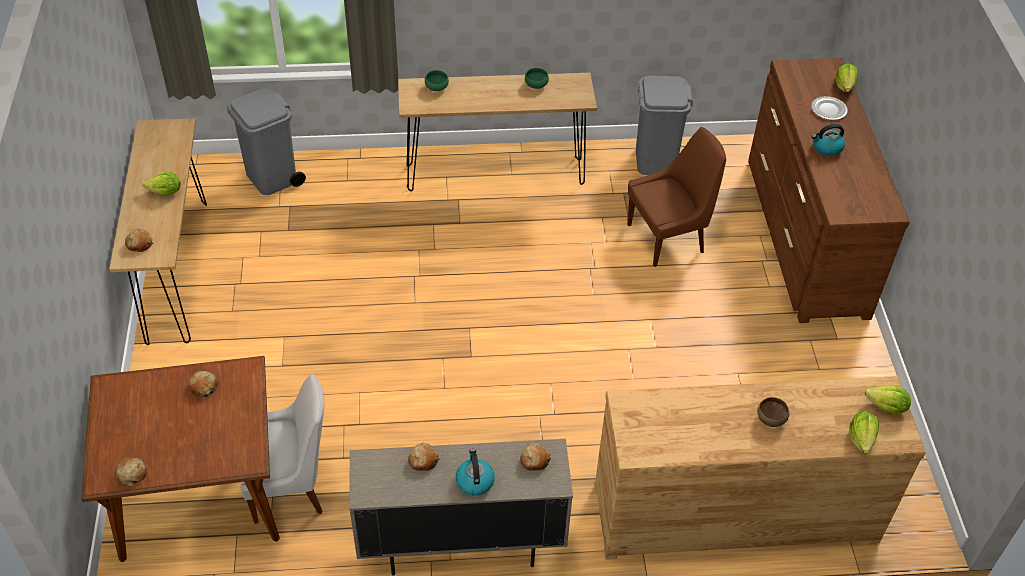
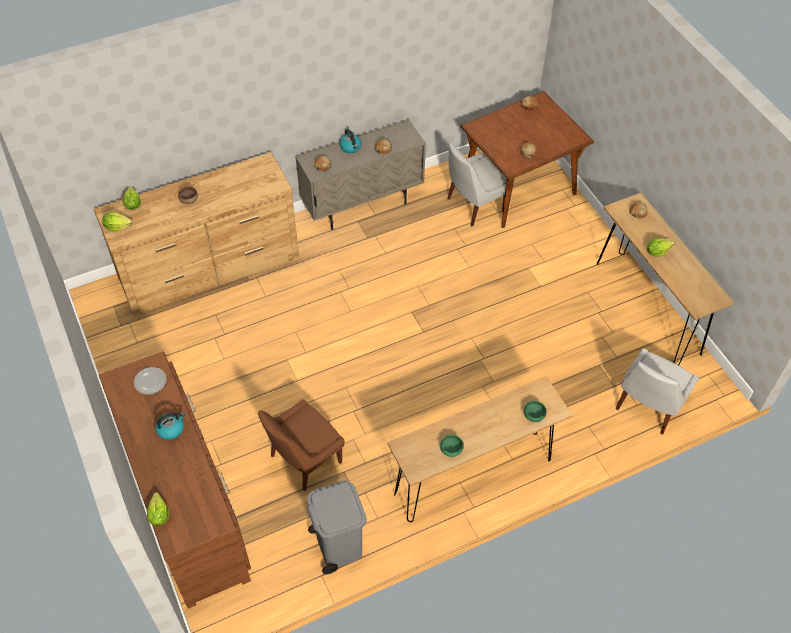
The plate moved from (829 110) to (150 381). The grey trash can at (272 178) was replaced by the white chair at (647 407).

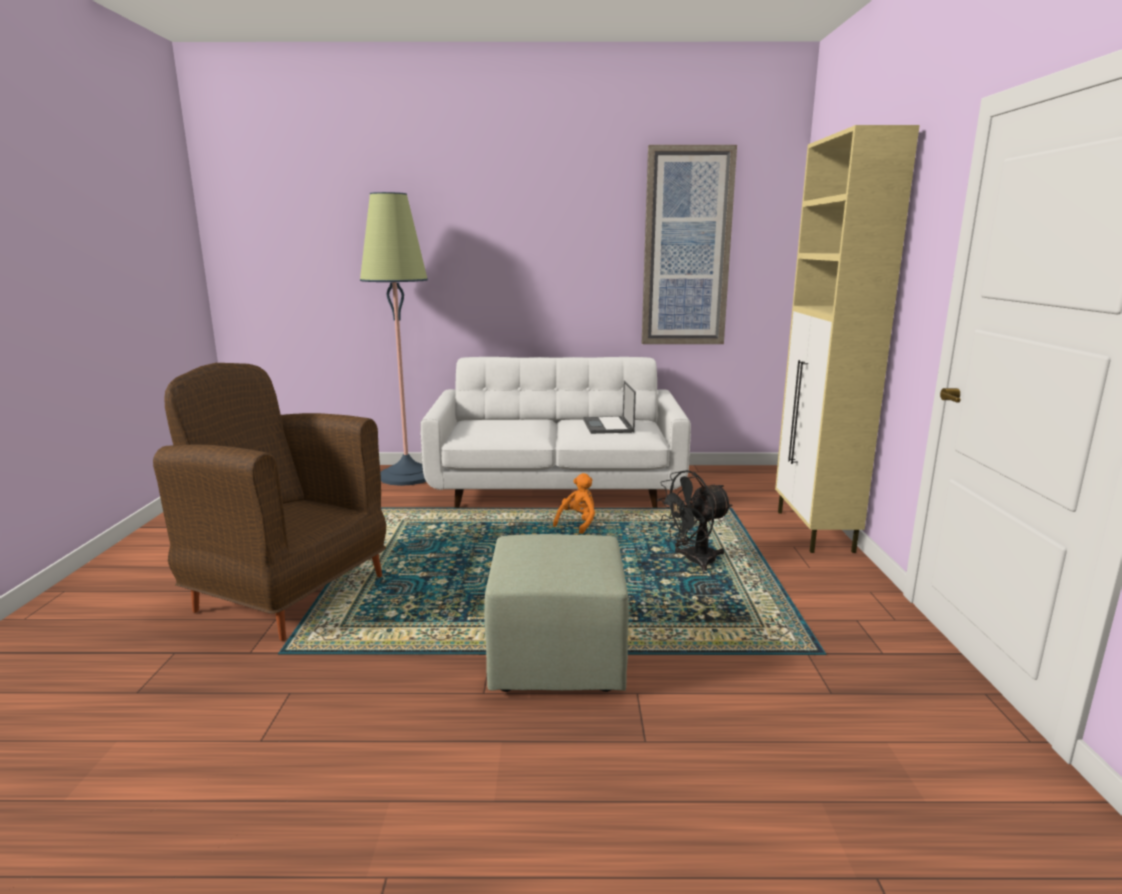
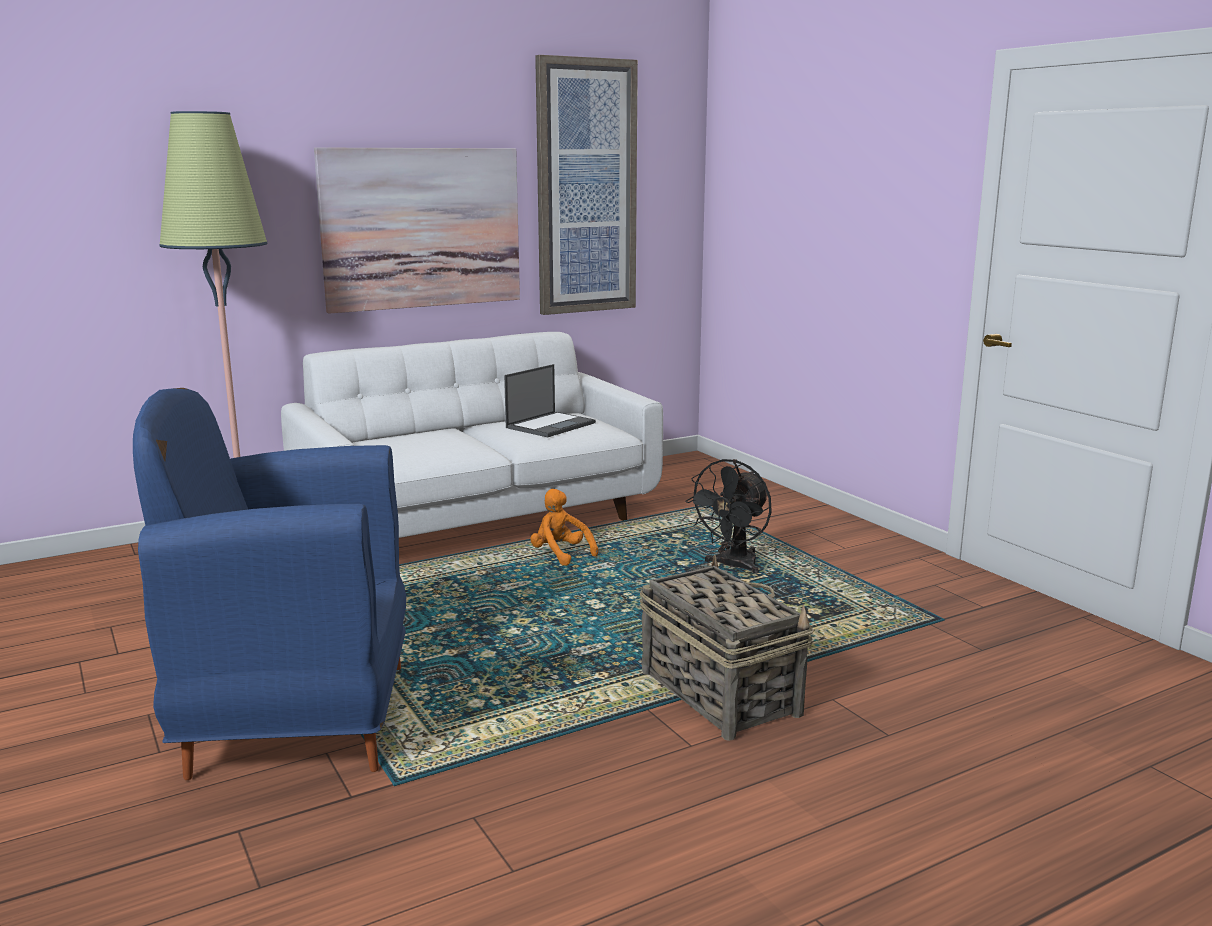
The brown armchair at (289 593) became the blue armchair at (296 719). The picture at (422 228) appeared. The laptop at (608 426) turned 105 degrees counterclockwise. The orange plush toy at (578 523) turned 45 degrees counterclockwise. The green ottoman at (556 657) was replaced by the basket at (718 692). The beige cabinet at (814 531) disappeared.

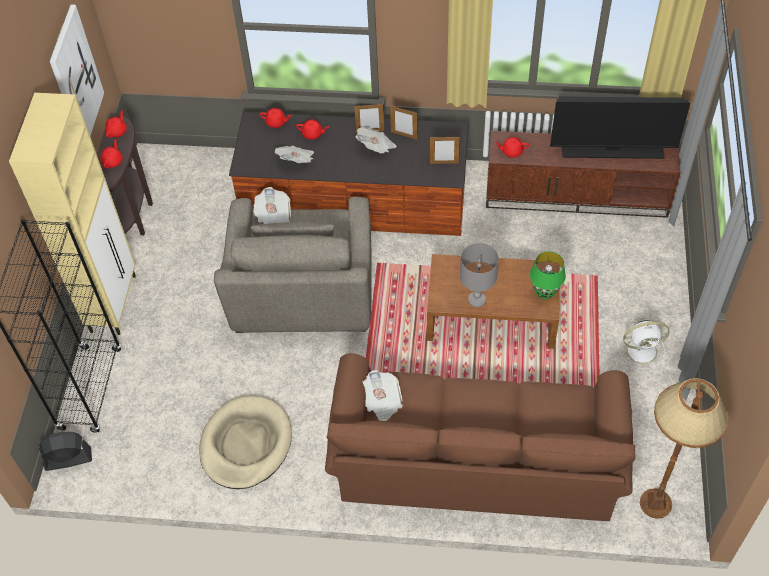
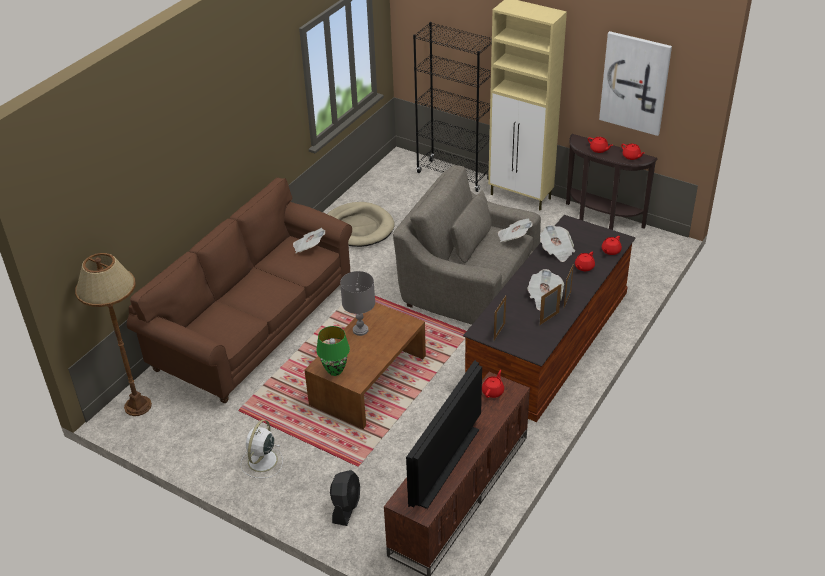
The black fan moved from (68 459) to (346 507).

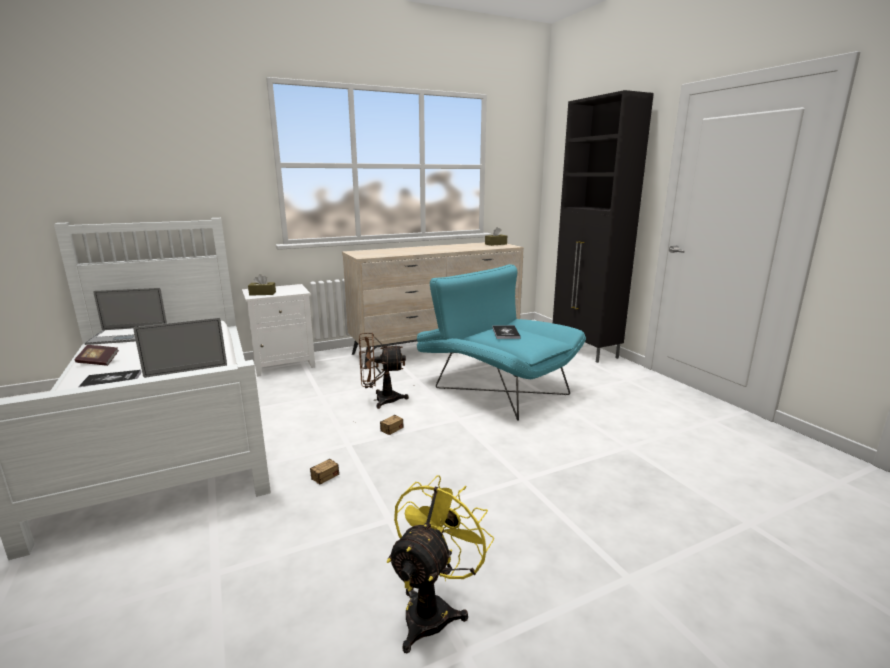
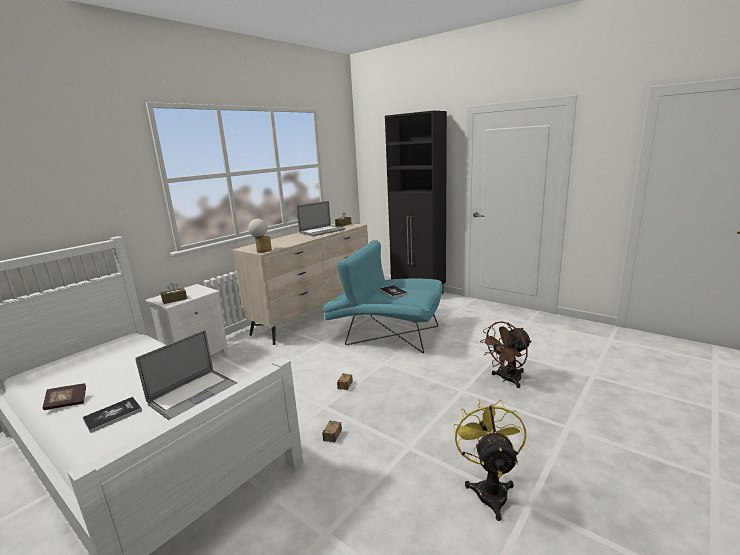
The table lamp at (262 250) appeared. The laptop moved from (128 336) to (322 231). The brown fan moved from (380 400) to (507 379).

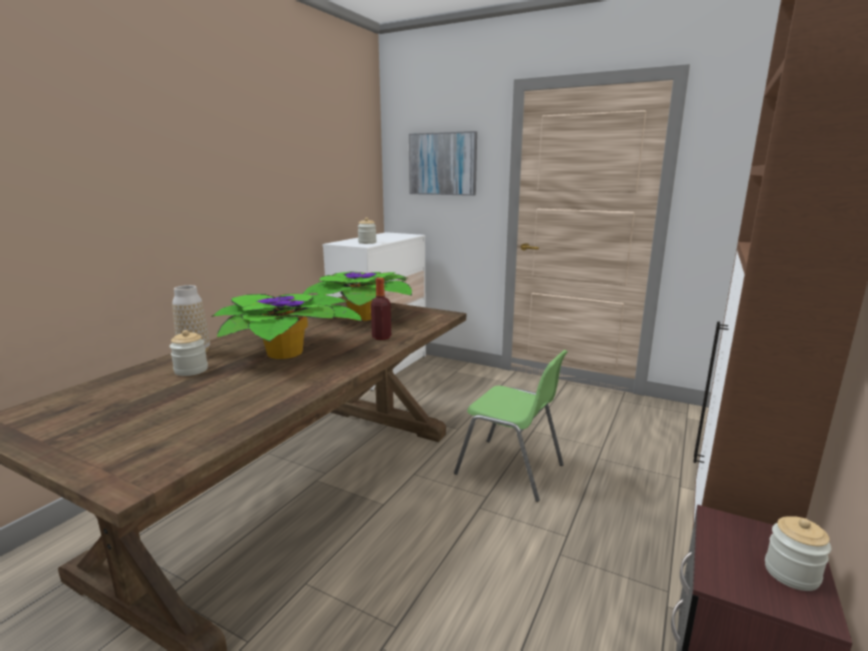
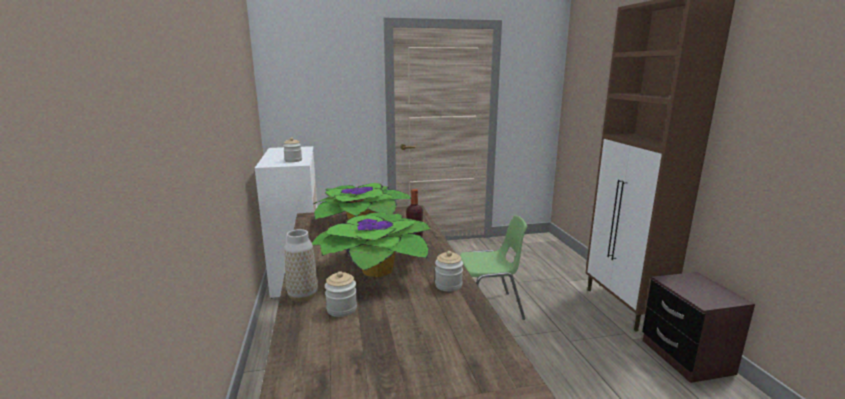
The jar moved from (791 573) to (448 285). The picture at (442 164) disappeared.

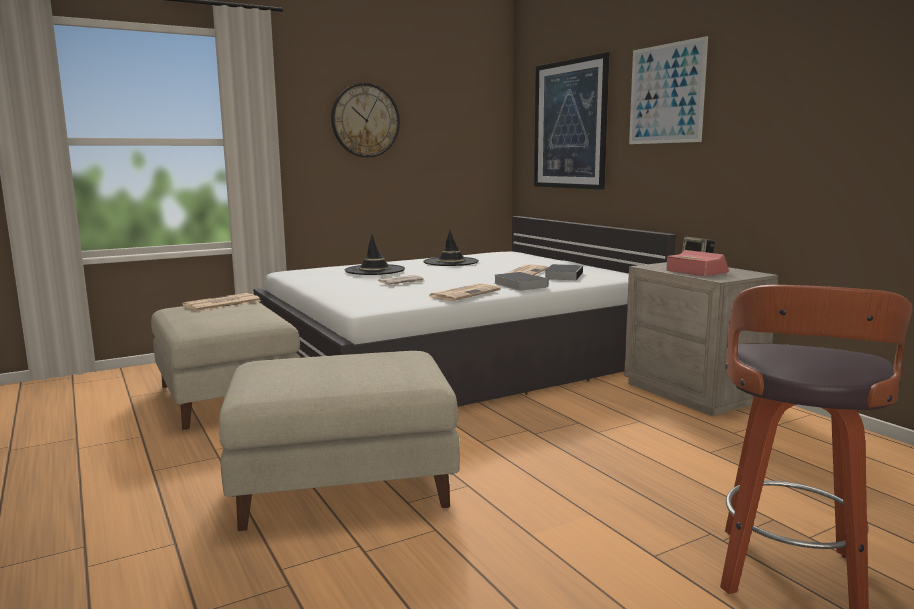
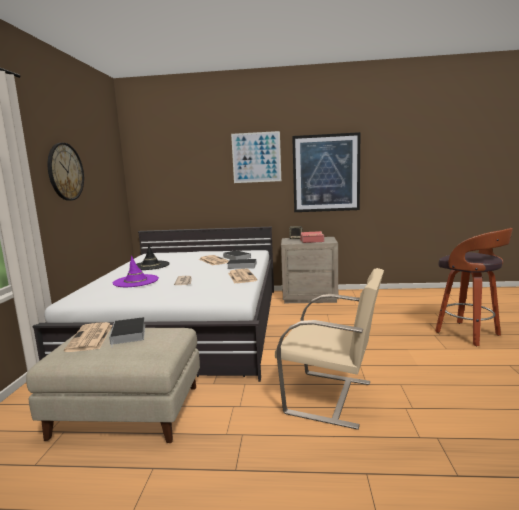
The book at (129 334) appeared. The black hat at (375 270) became the purple hat at (136 281). The beige ottoman at (341 485) was replaced by the beige chair at (331 398). The picture moved from (570 125) to (326 173).

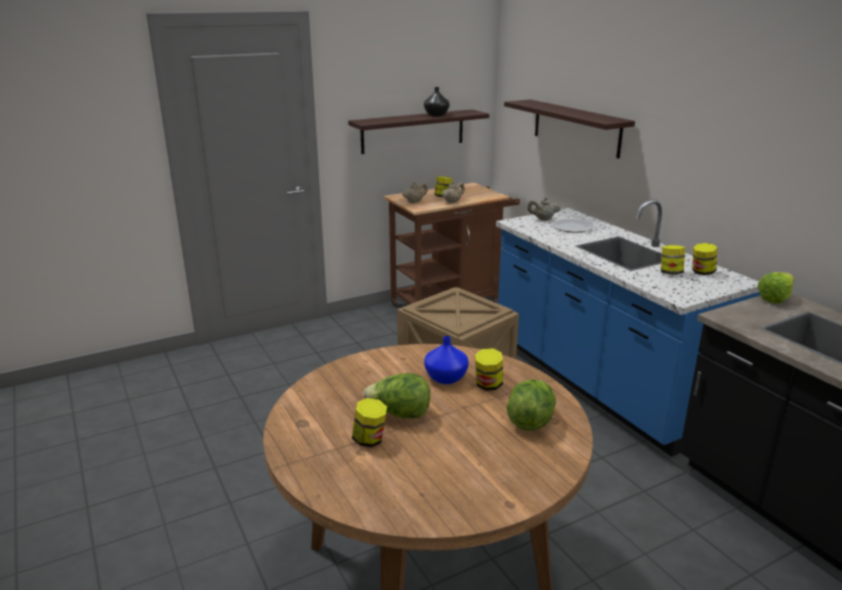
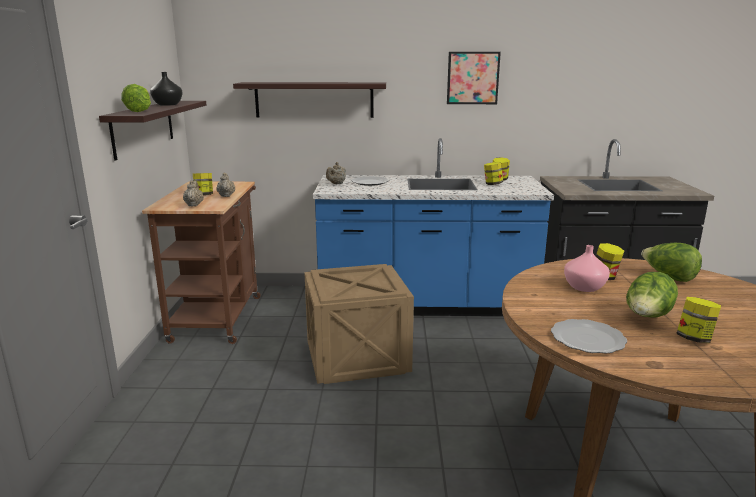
The lettuce moved from (778 298) to (141 110). The picture at (473 78) appeared. The plate at (587 338) appeared. The blue vase at (445 378) became the pink vase at (584 288).

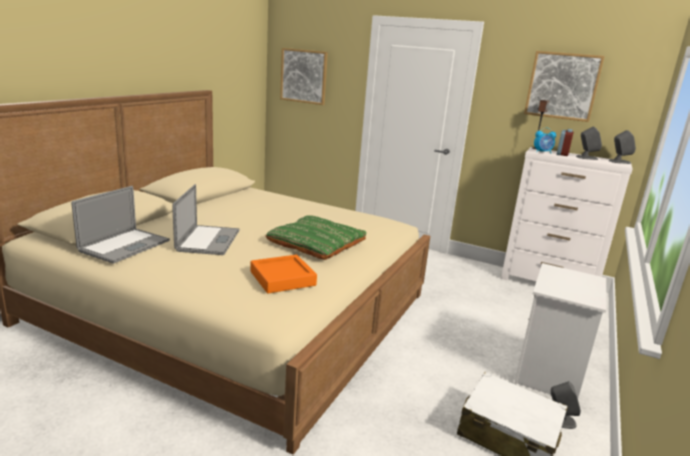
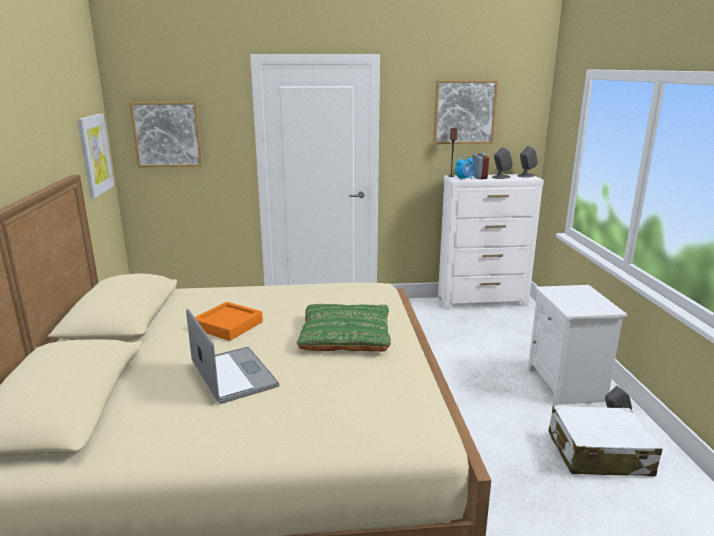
The picture at (95 154) appeared. The orange tray moved from (282 278) to (228 325). The laptop at (125 246) disappeared.

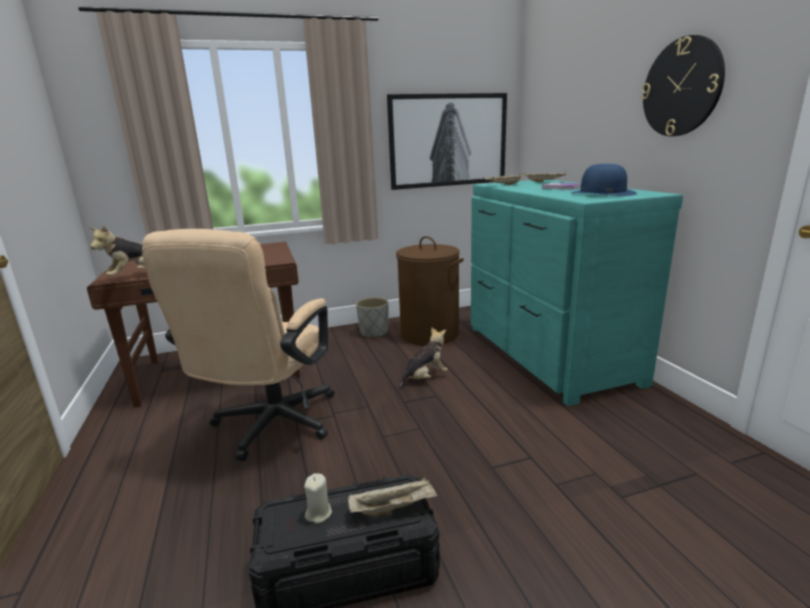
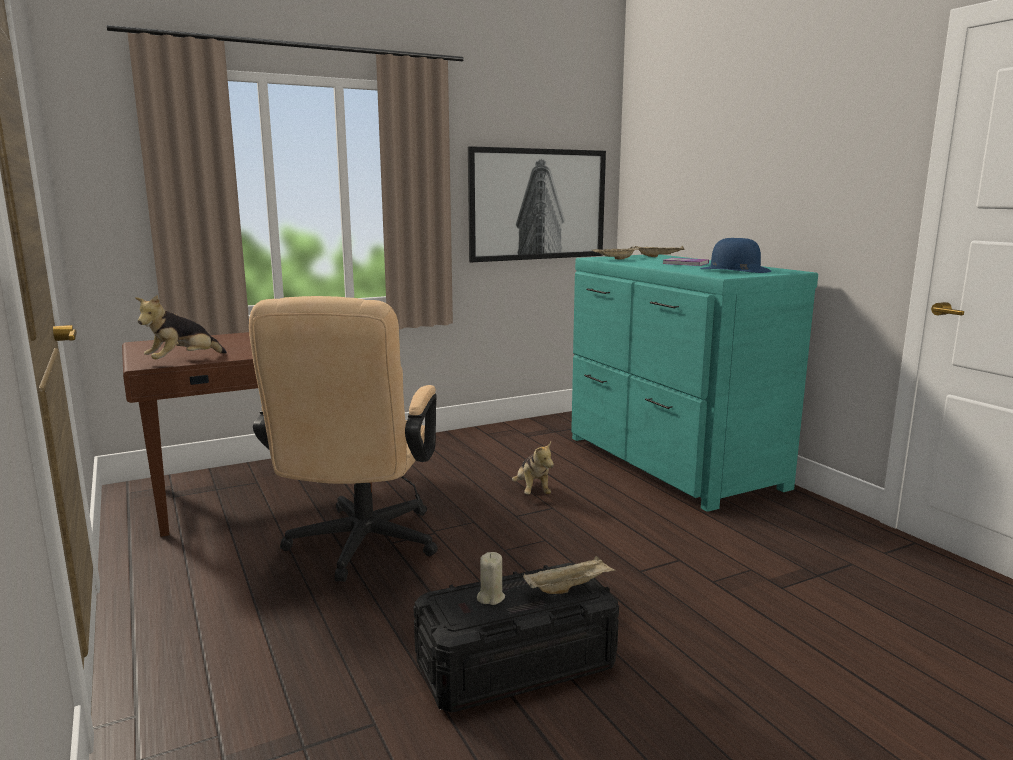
The plush toy at (425 378) turned 120 degrees clockwise. The grey planter at (374 332) disappeared. The brown laundry basket at (430 334) disappeared. The wall clock at (681 87) disappeared.

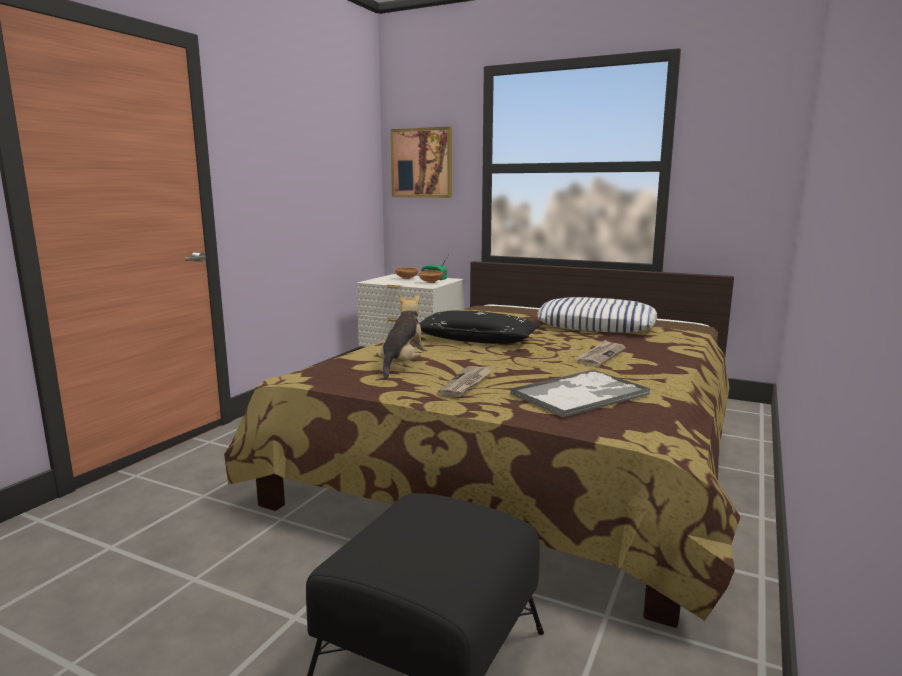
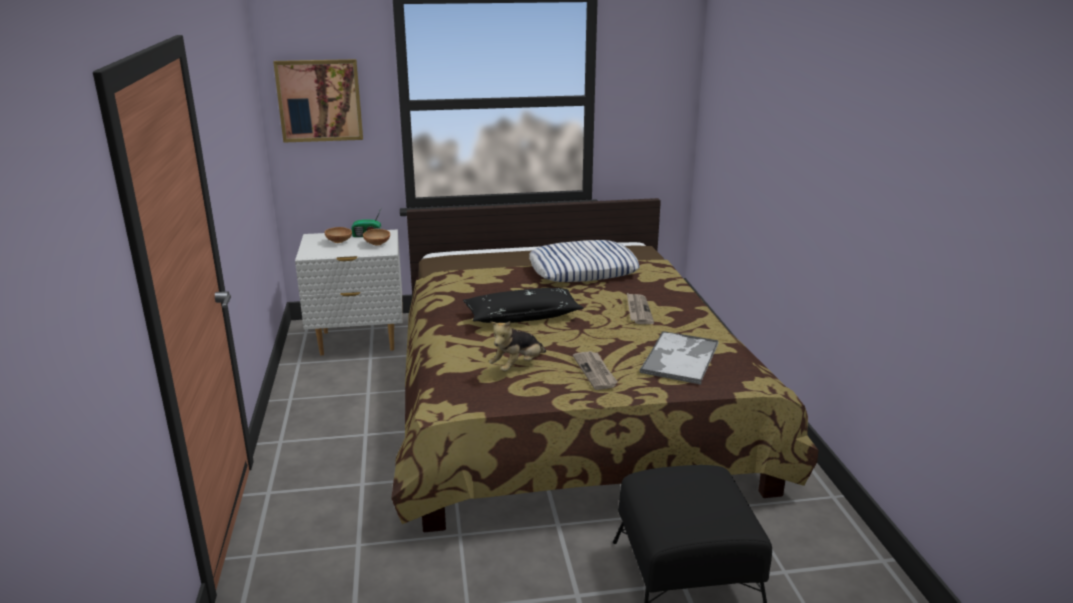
The plush toy at (403 365) turned 120 degrees counterclockwise.

